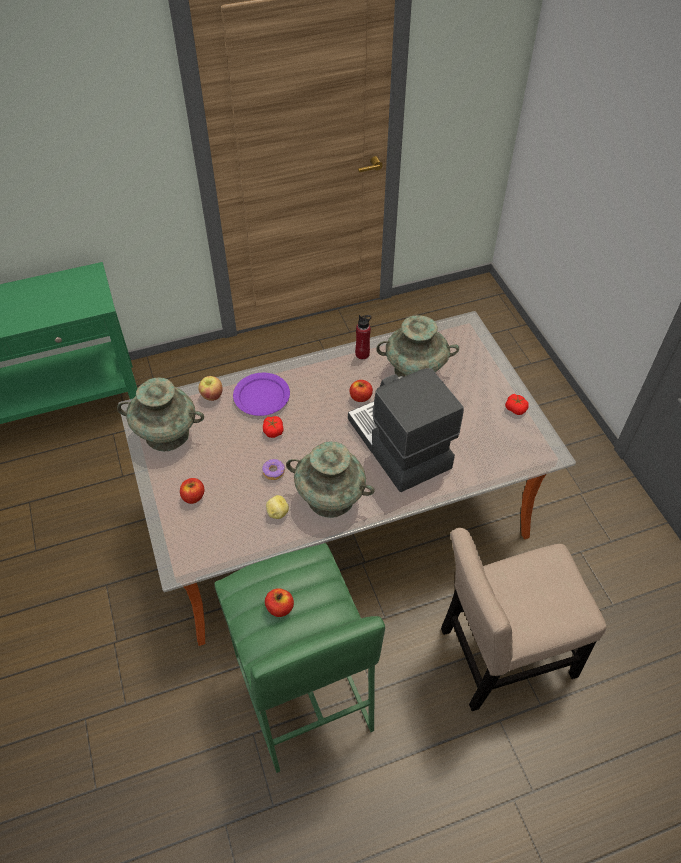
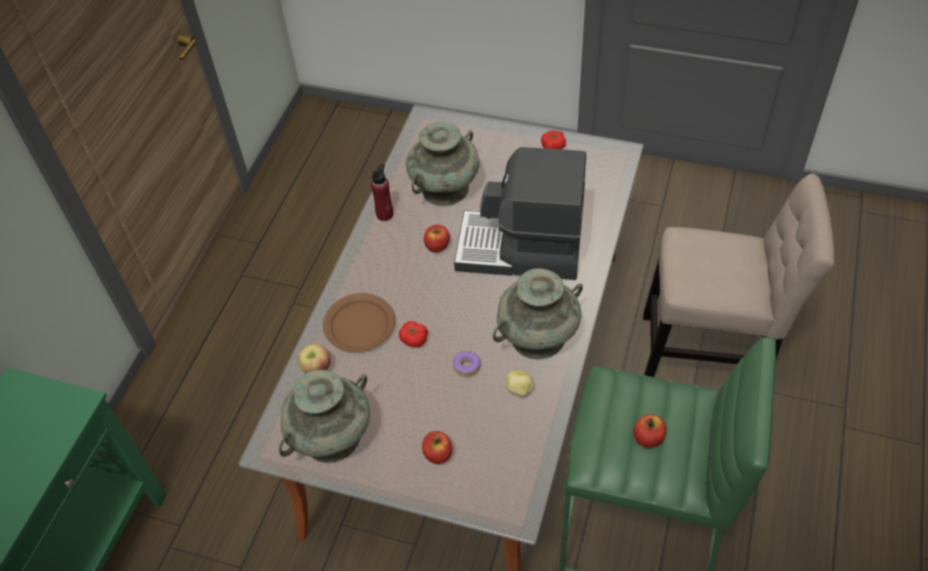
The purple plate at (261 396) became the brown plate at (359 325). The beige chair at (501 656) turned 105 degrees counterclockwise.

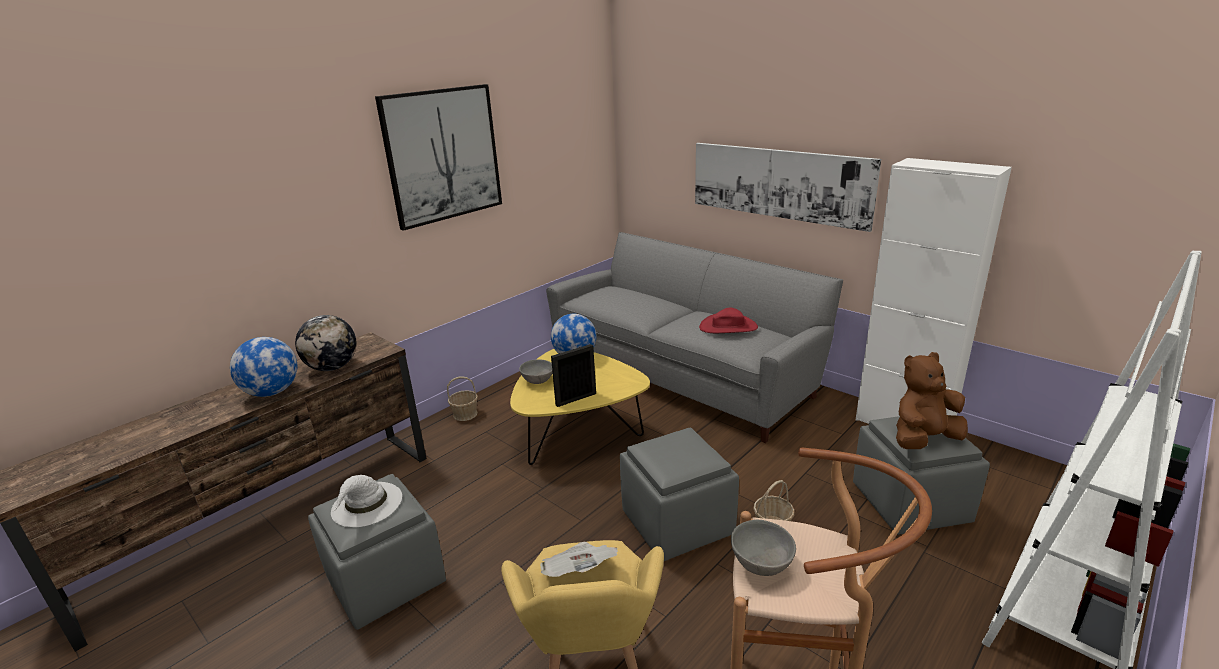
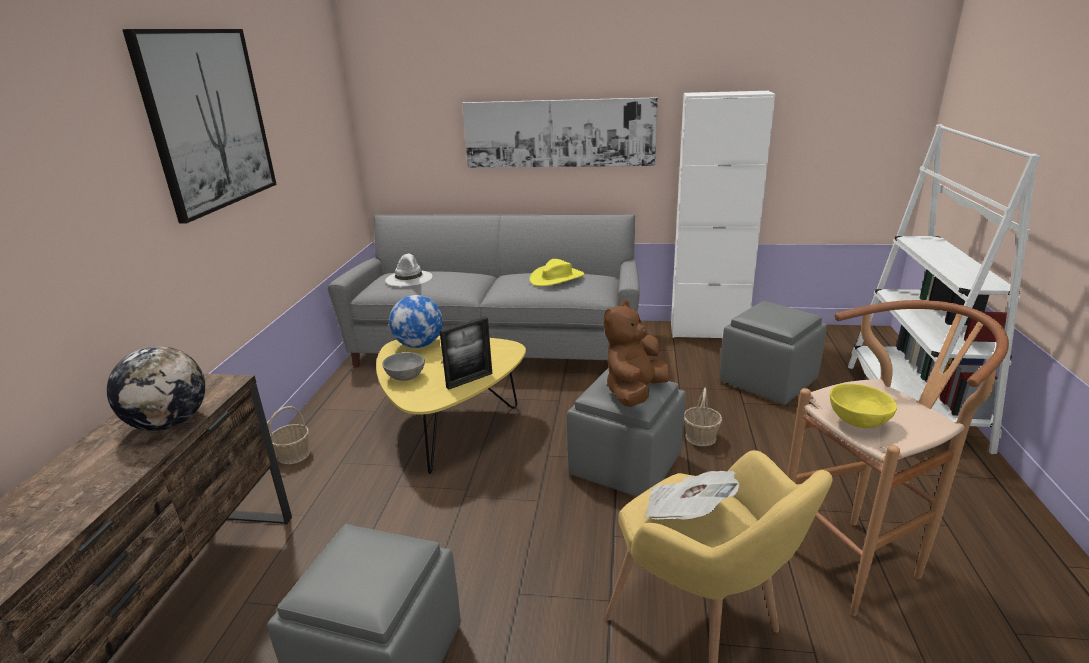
The white hat moved from (366 504) to (409 278). The picture frame at (576 399) turned 150 degrees counterclockwise. The red hat at (728 327) became the yellow hat at (557 278). The brown plush toy moved from (923 439) to (634 392). The grey bowl at (762 564) became the yellow bowl at (858 421). The globe at (272 392) disappeared.

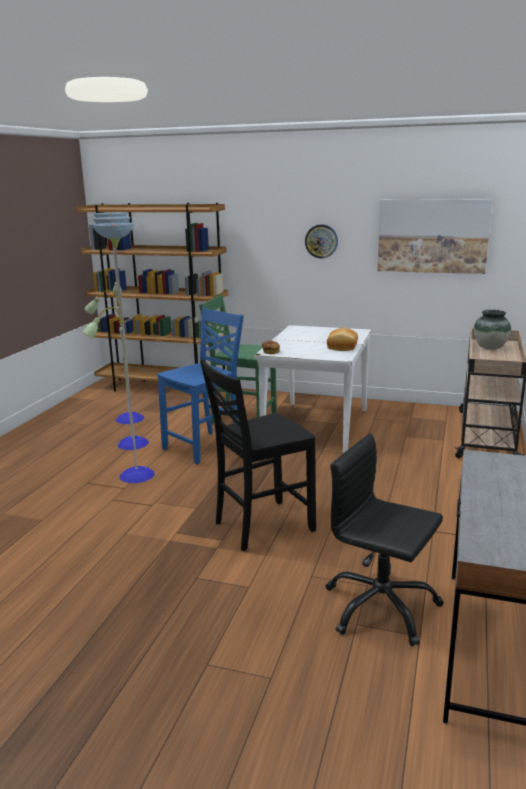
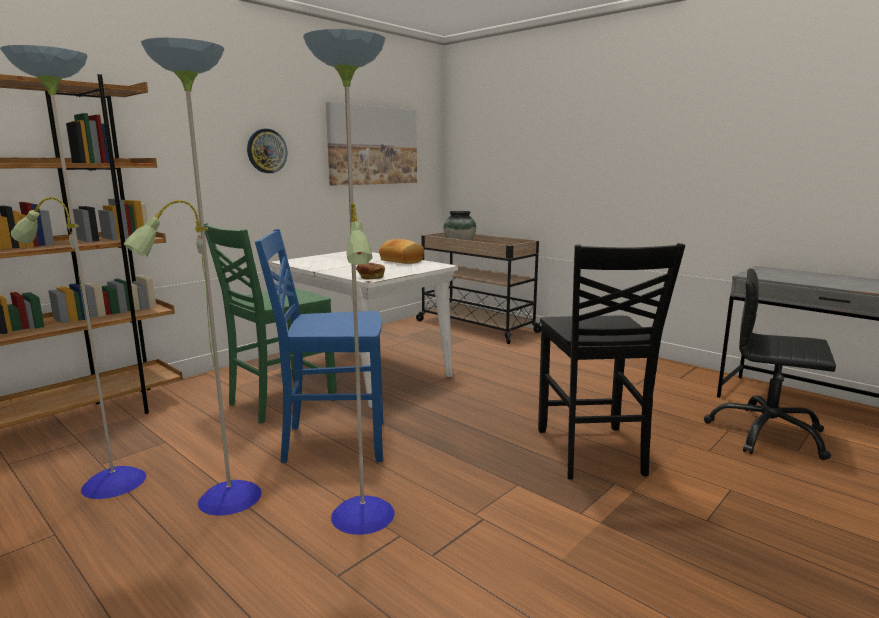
The blue chair at (204 447) turned 75 degrees counterclockwise. The black office chair at (380 607) turned 60 degrees clockwise.

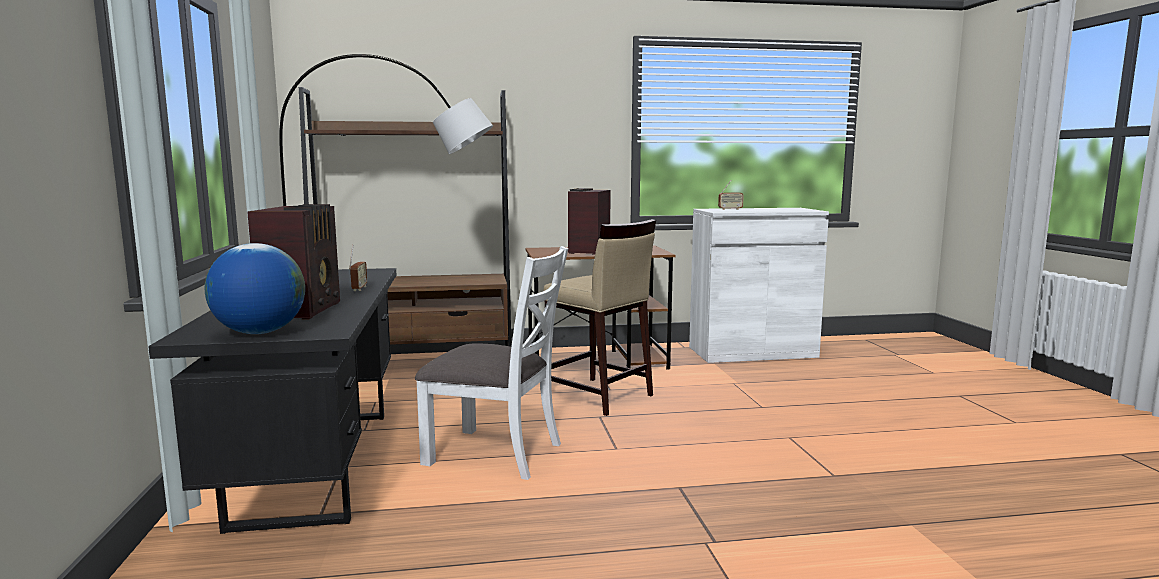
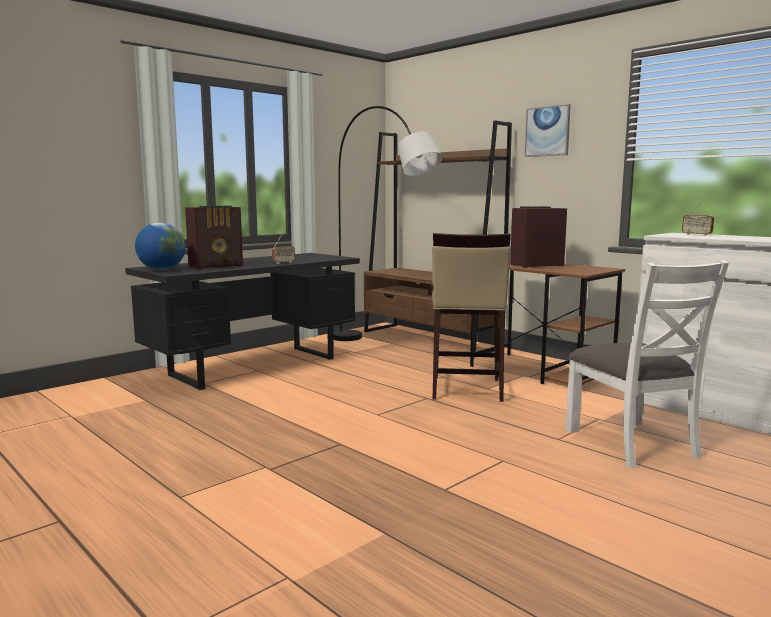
The picture at (547 131) appeared. The white chair moved from (495 453) to (632 443).

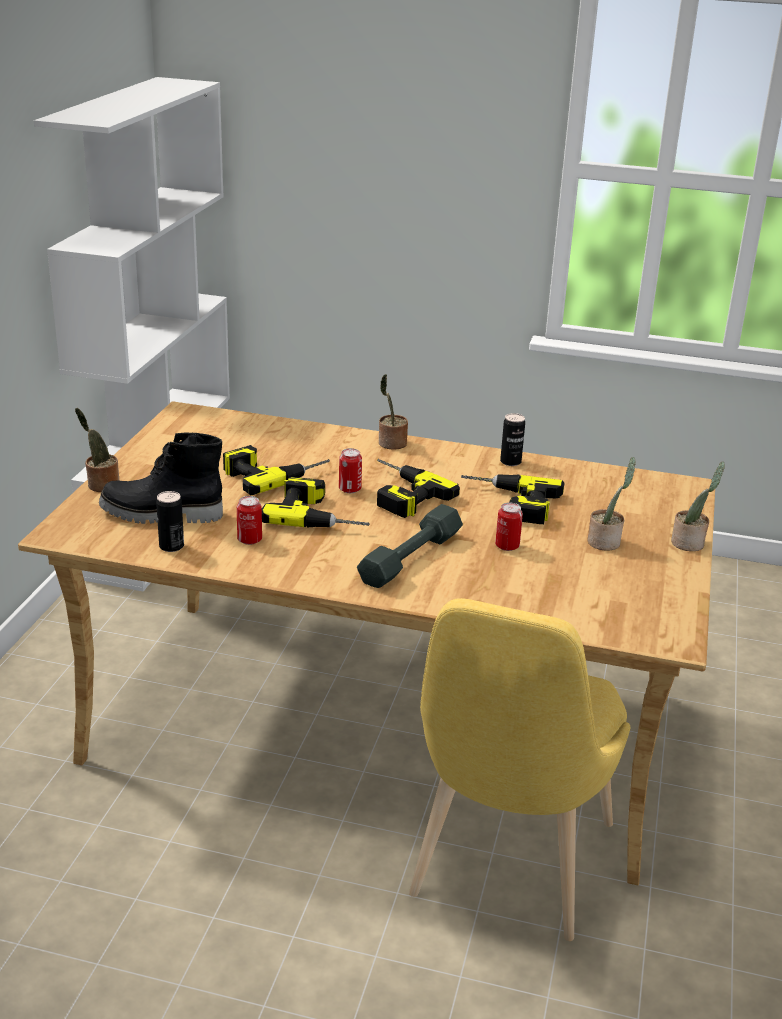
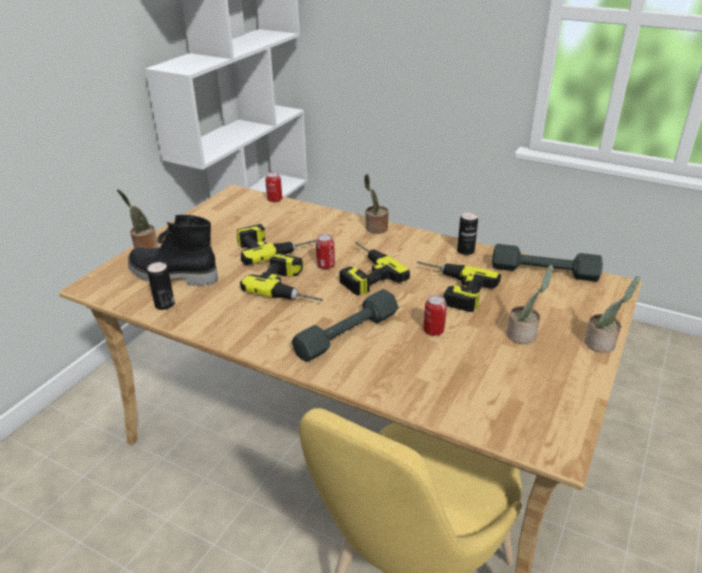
The can moved from (249 540) to (274 199). The grey dumbbell at (544 272) appeared.

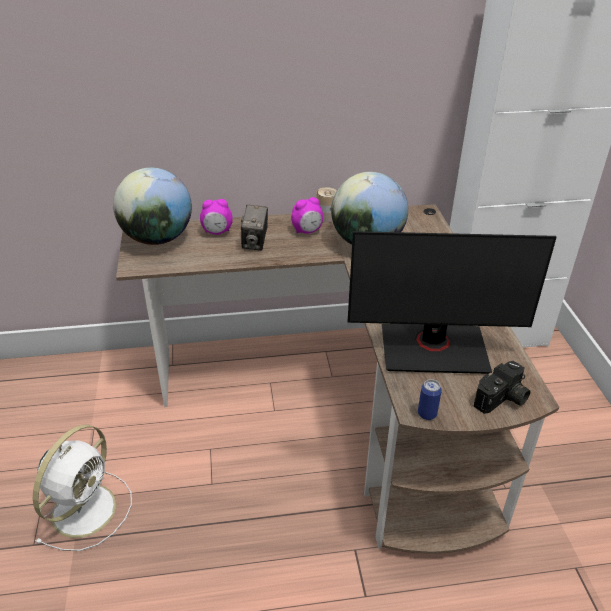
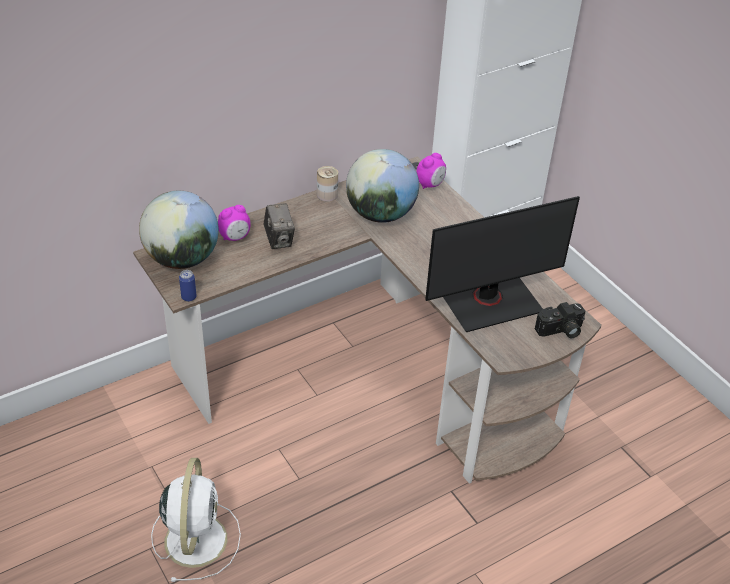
The can moved from (427 414) to (189 297). The alarm clock moved from (307 231) to (430 184). The photo camera at (502 399) turned 45 degrees clockwise.

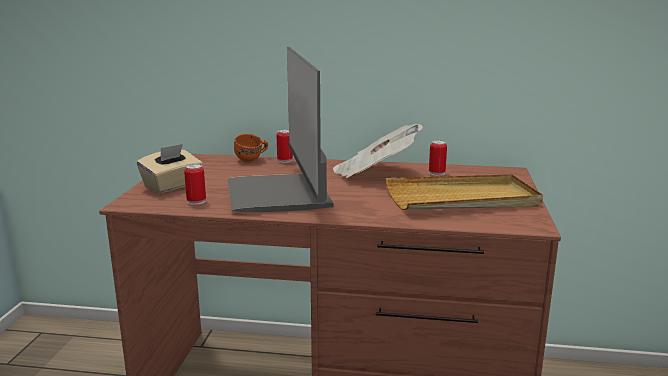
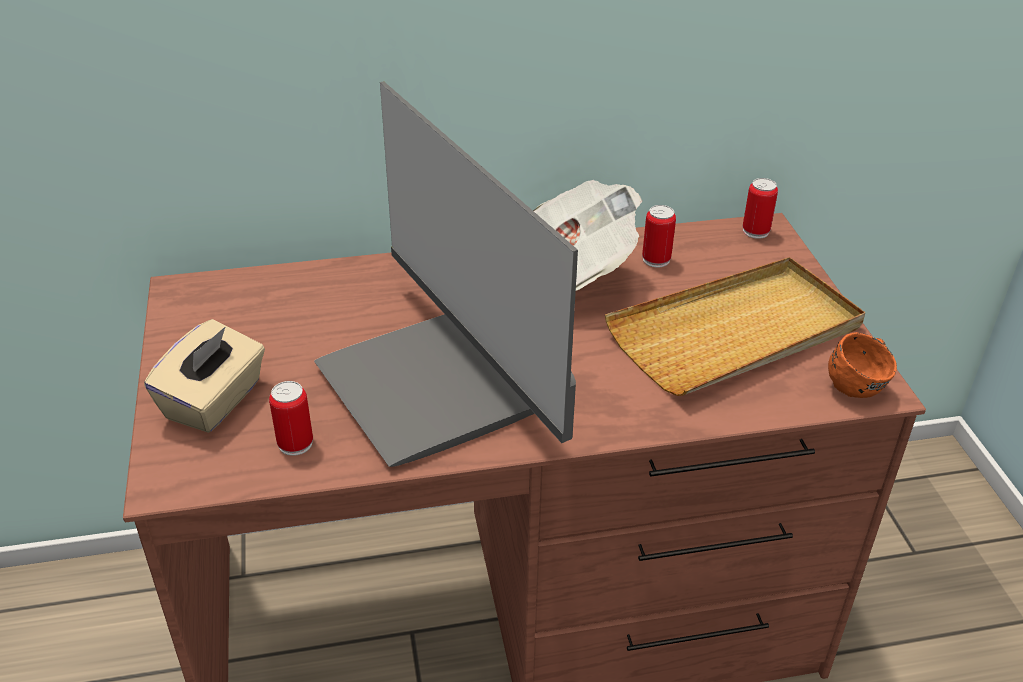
The can moved from (285 160) to (755 231). The orange mug moved from (252 159) to (860 385).

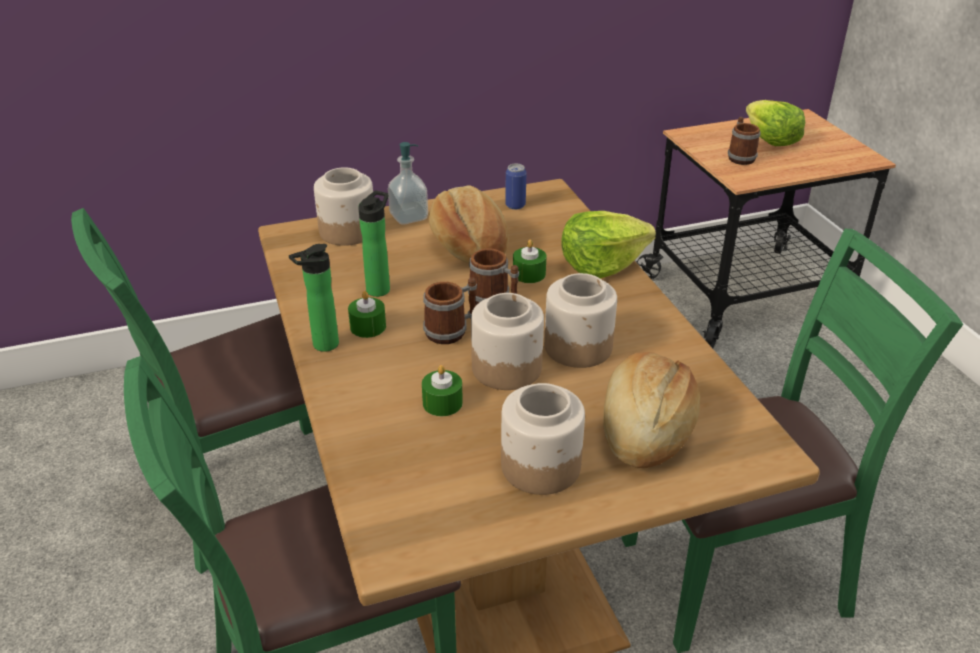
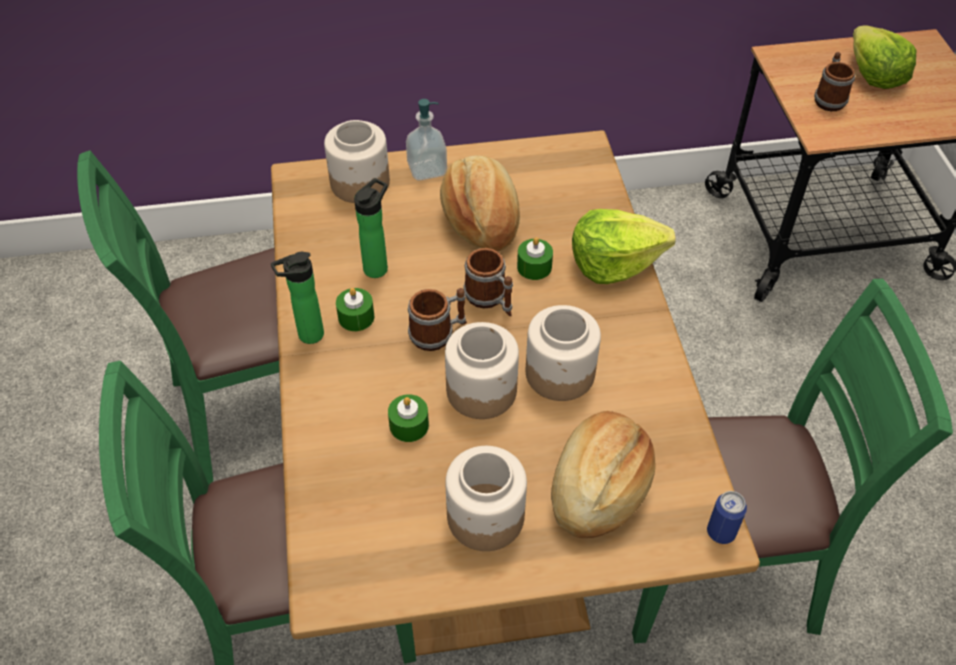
The can moved from (515 205) to (721 532).

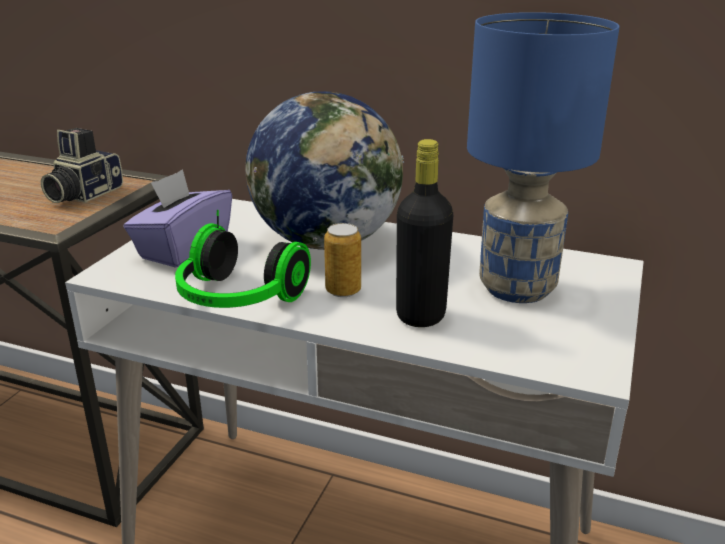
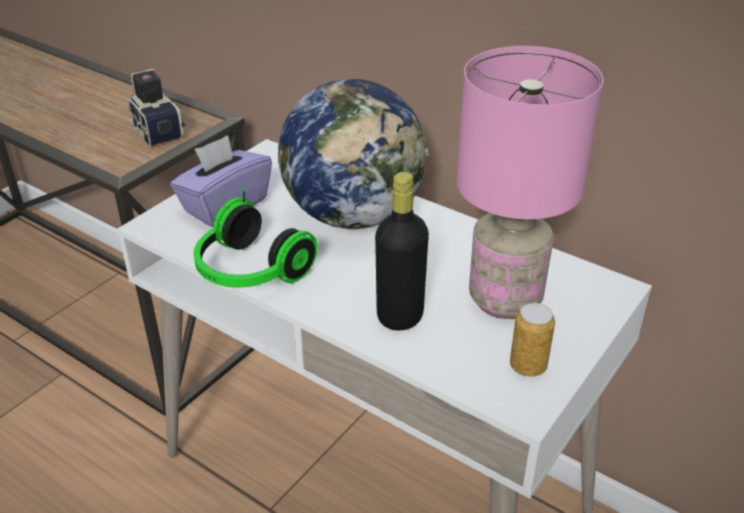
The photo camera at (83 194) turned 105 degrees clockwise. The blue table lamp at (518 289) became the pink table lamp at (505 301). The can moved from (343 291) to (528 366).

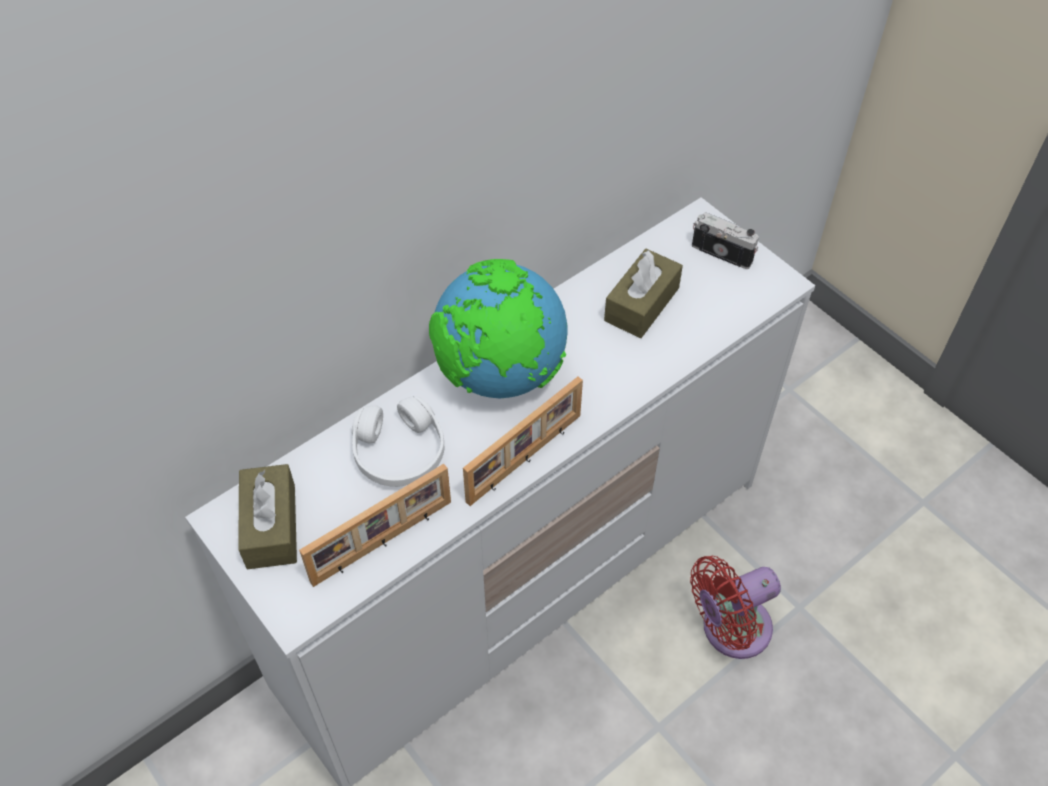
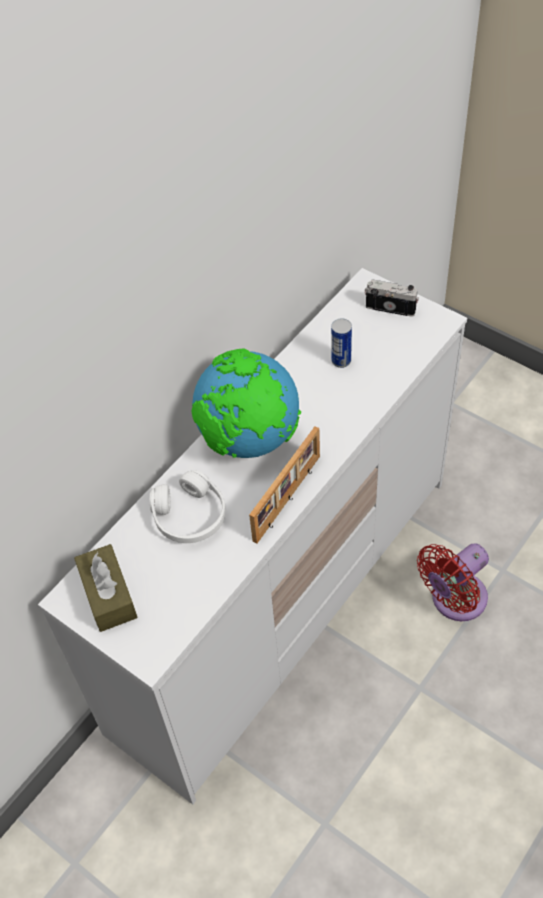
The brown tissue box at (641 304) was replaced by the can at (341 361). The picture frame at (383 543) disappeared.

